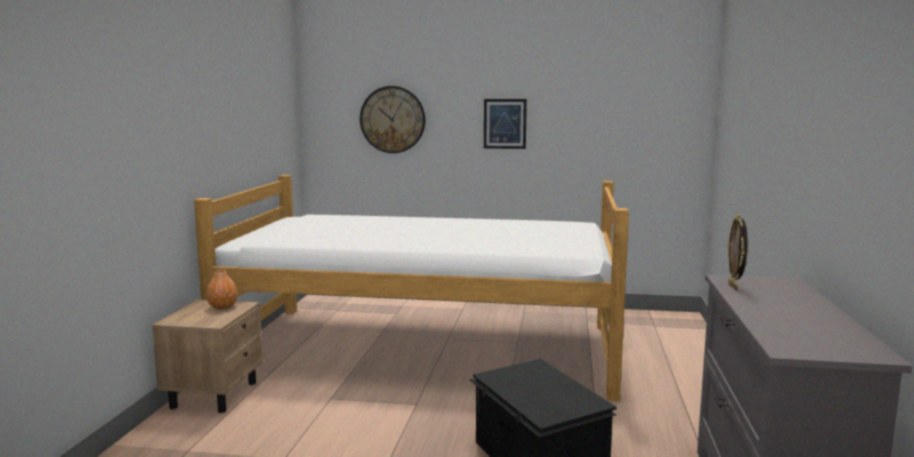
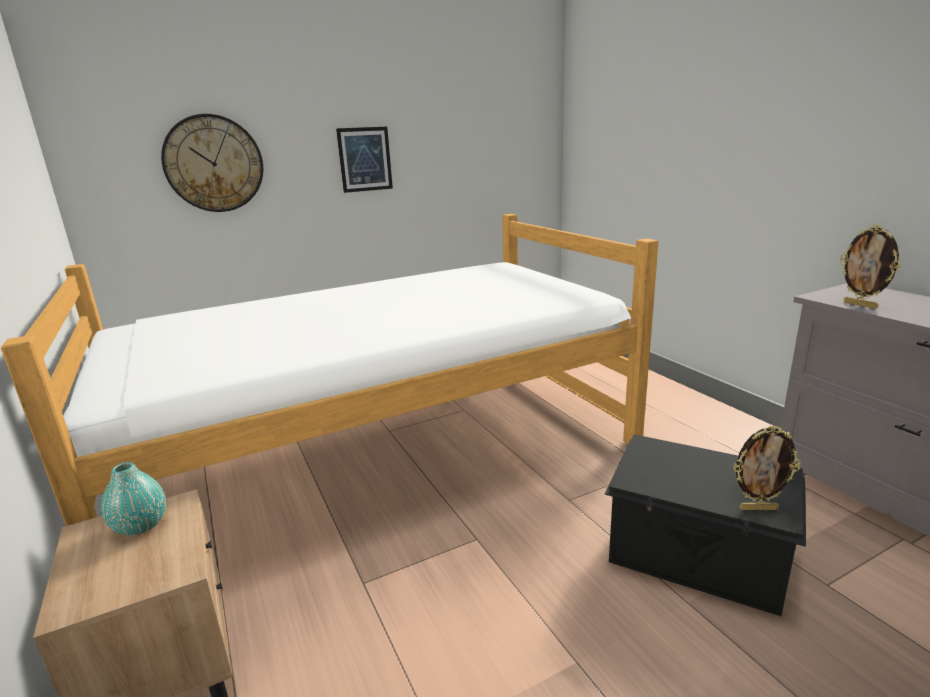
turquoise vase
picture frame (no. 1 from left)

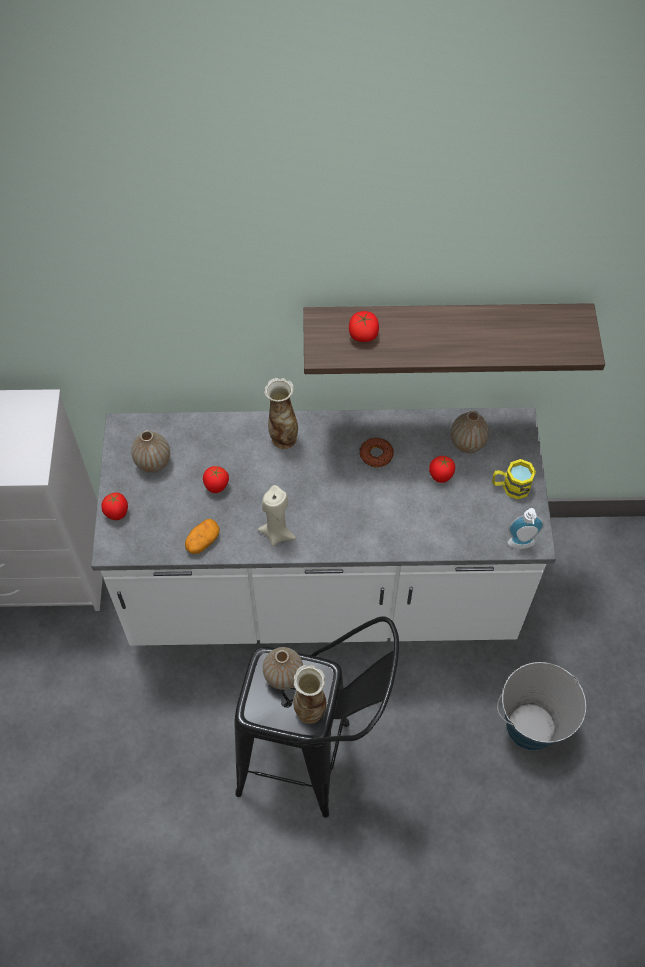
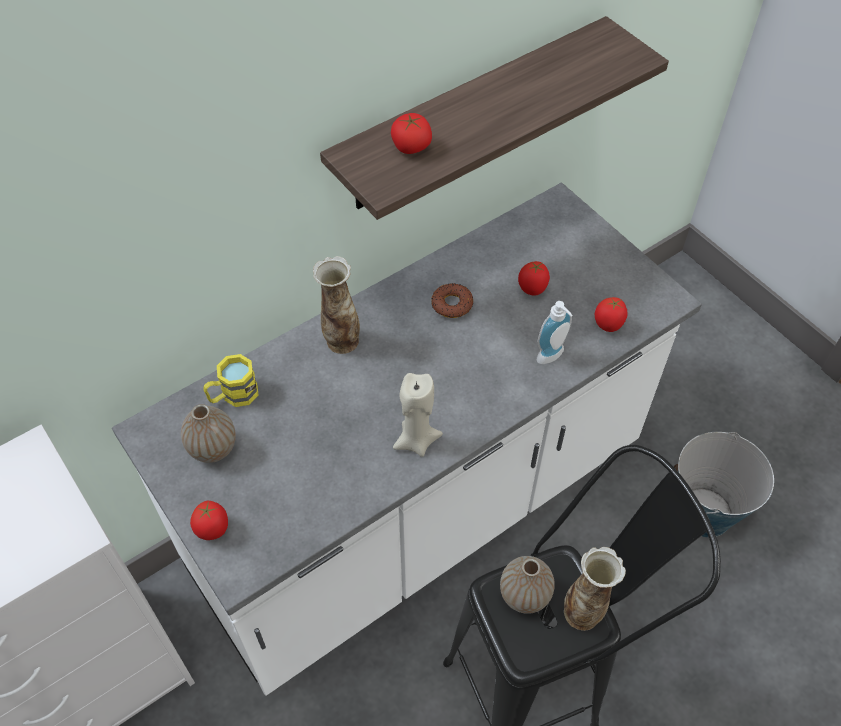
yellow mug
soap dispenser
tomato (no. 4 from left)
potato
vase (no. 5 from left in the first image)

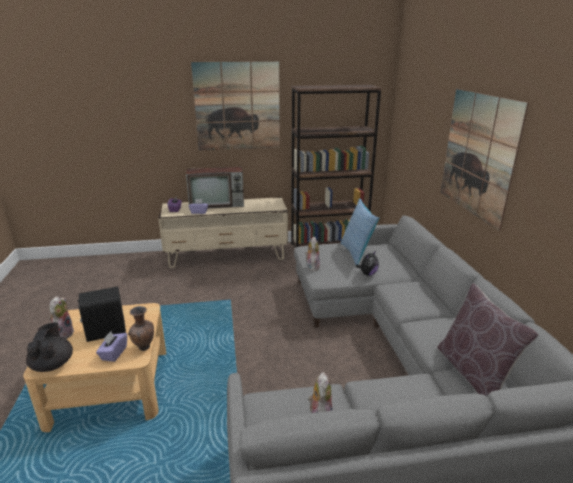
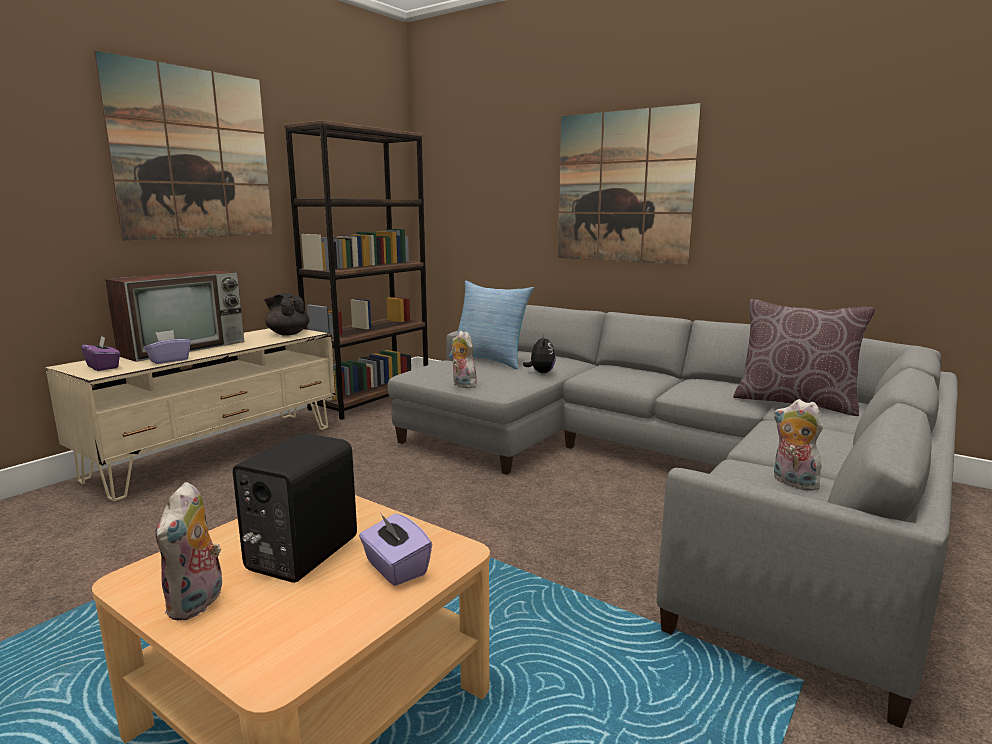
plush toy (no. 1 from left)
black teapot
brown vase

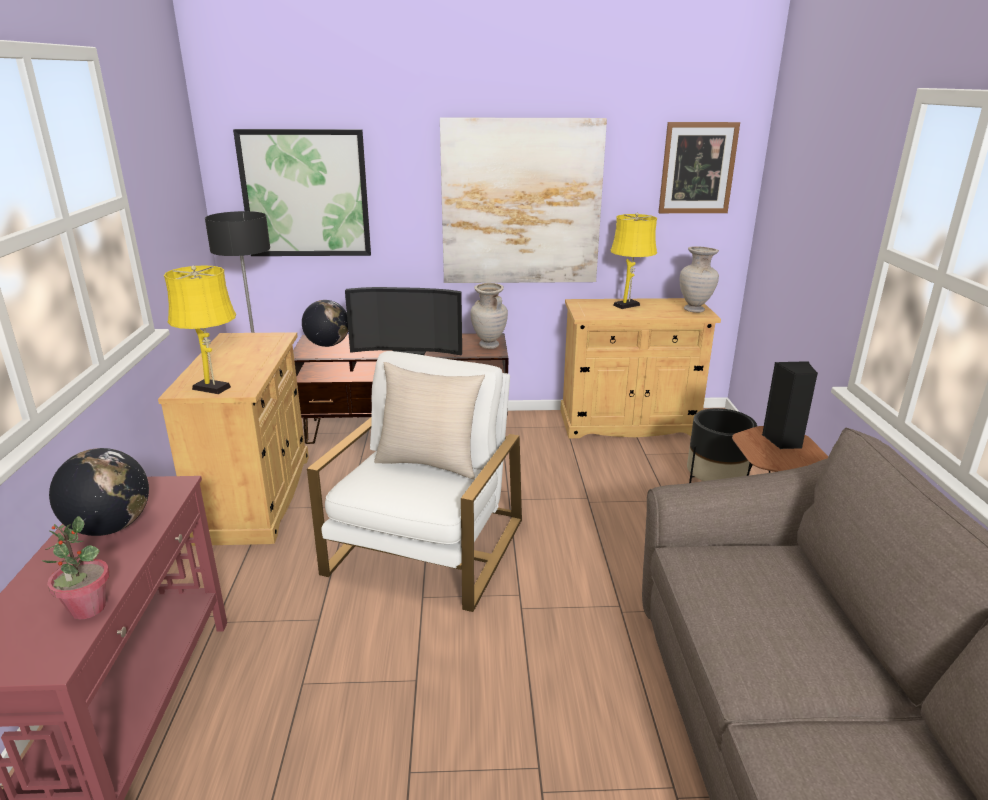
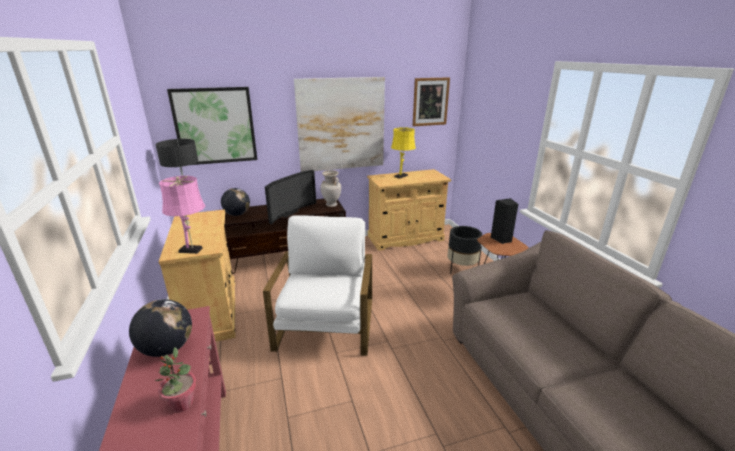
pink table lamp
television
beige pillow
beige vase (no. 2 from left in the first image)

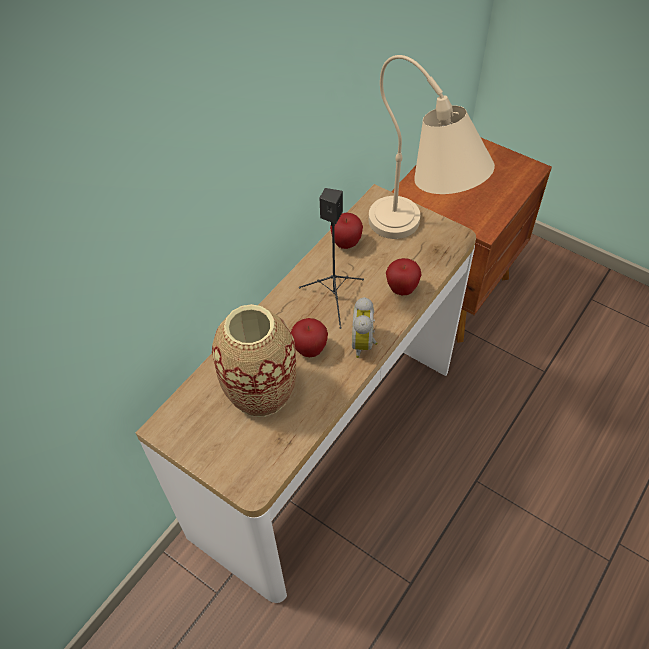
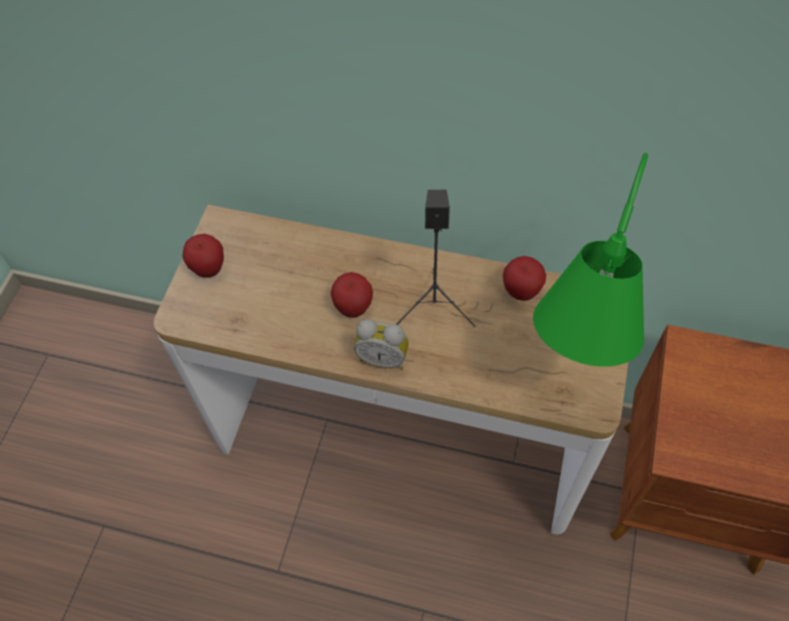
apple (no. 1 from left)
alarm clock
green table lamp
vase

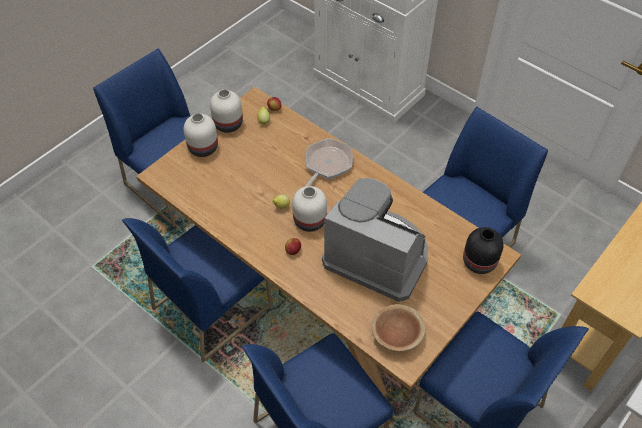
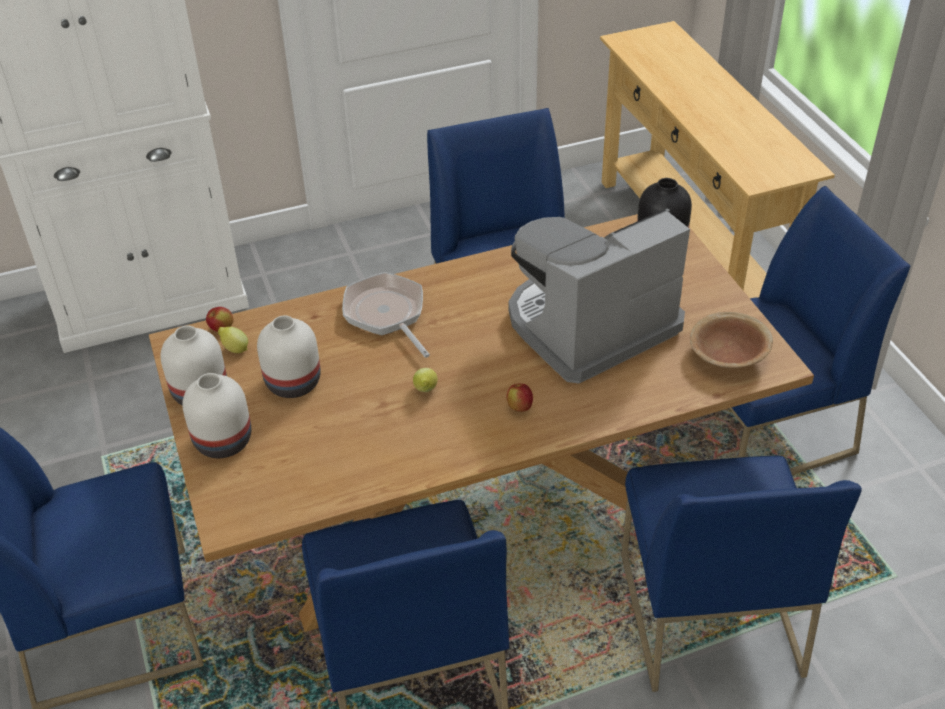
white vase (no. 3 from left)

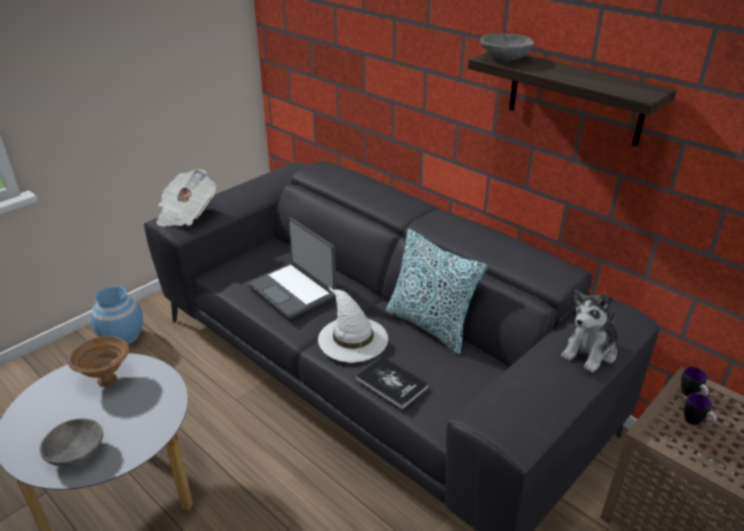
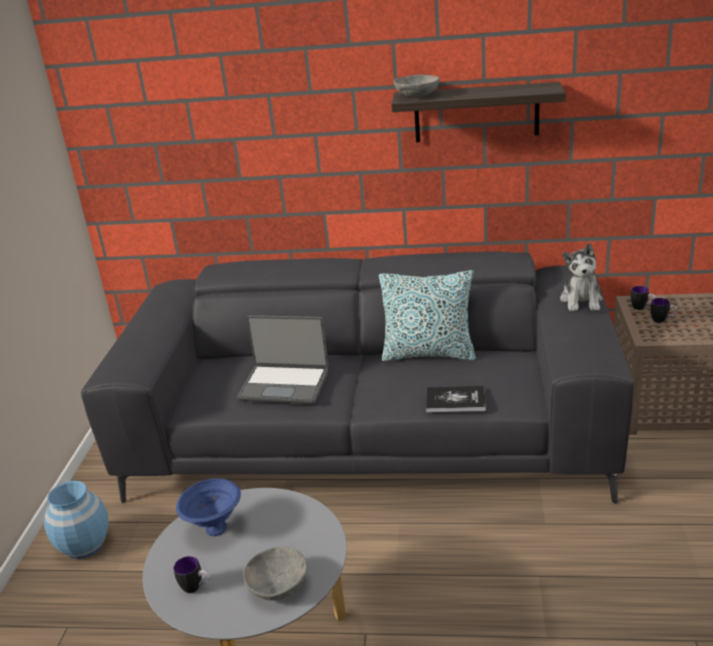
mug (no. 1 from left)
blue bowl
newspaper
white hat

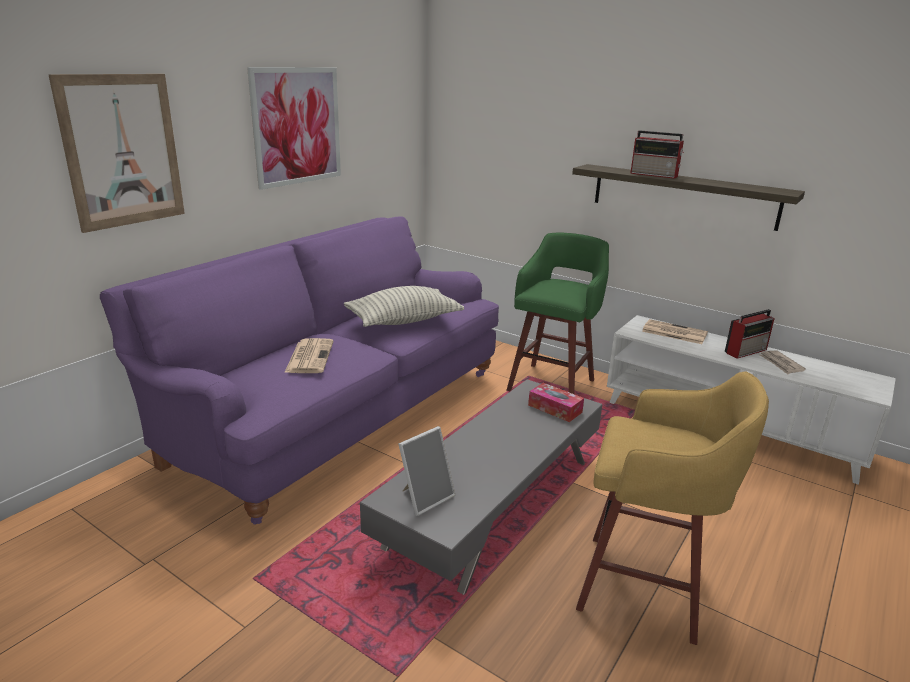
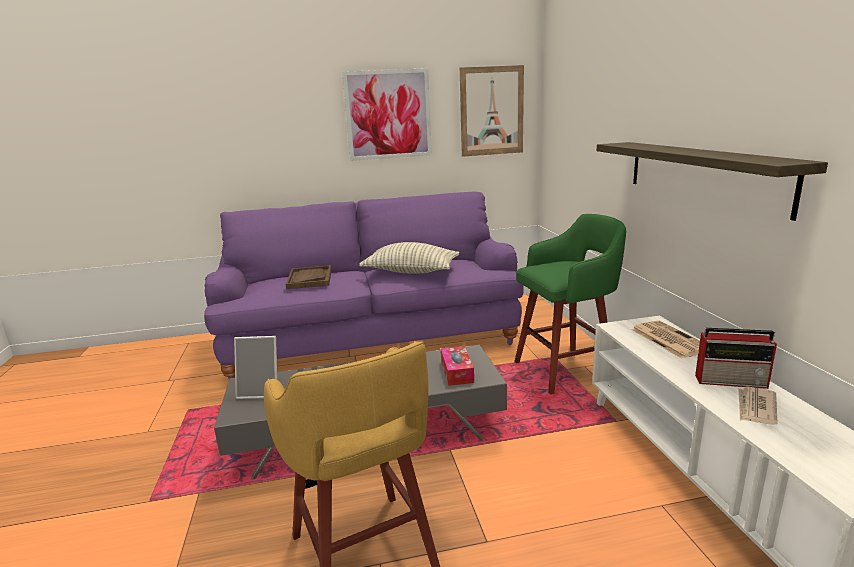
brown tray
picture (no. 2 from left)
radio (no. 1 from left in the first image)

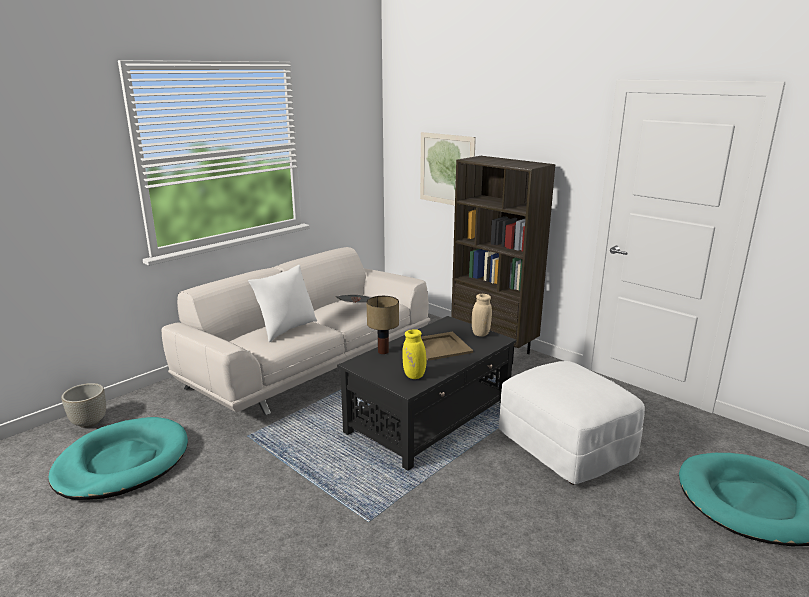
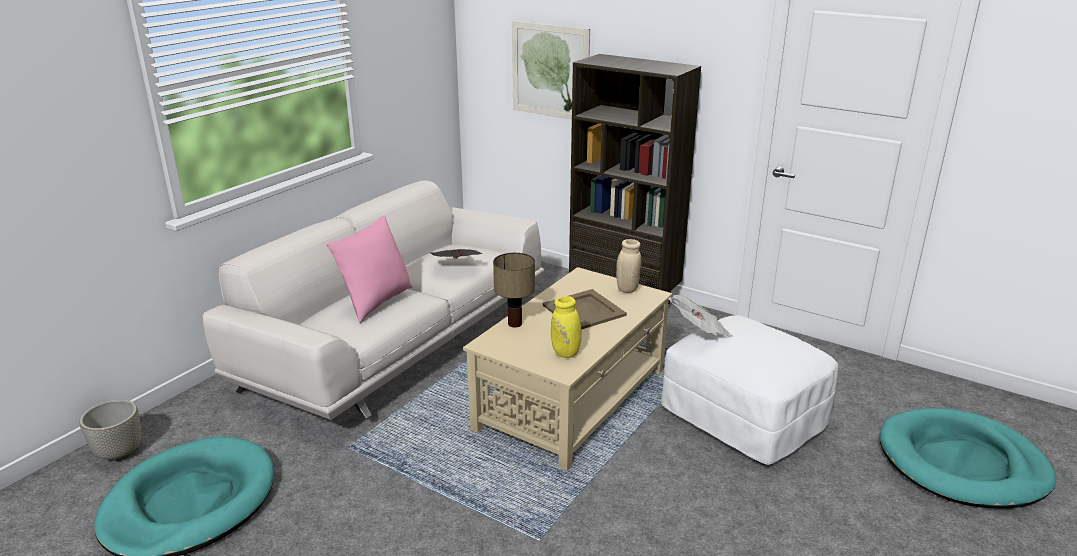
pink pillow
beige coffee table
newspaper (no. 2 from left)

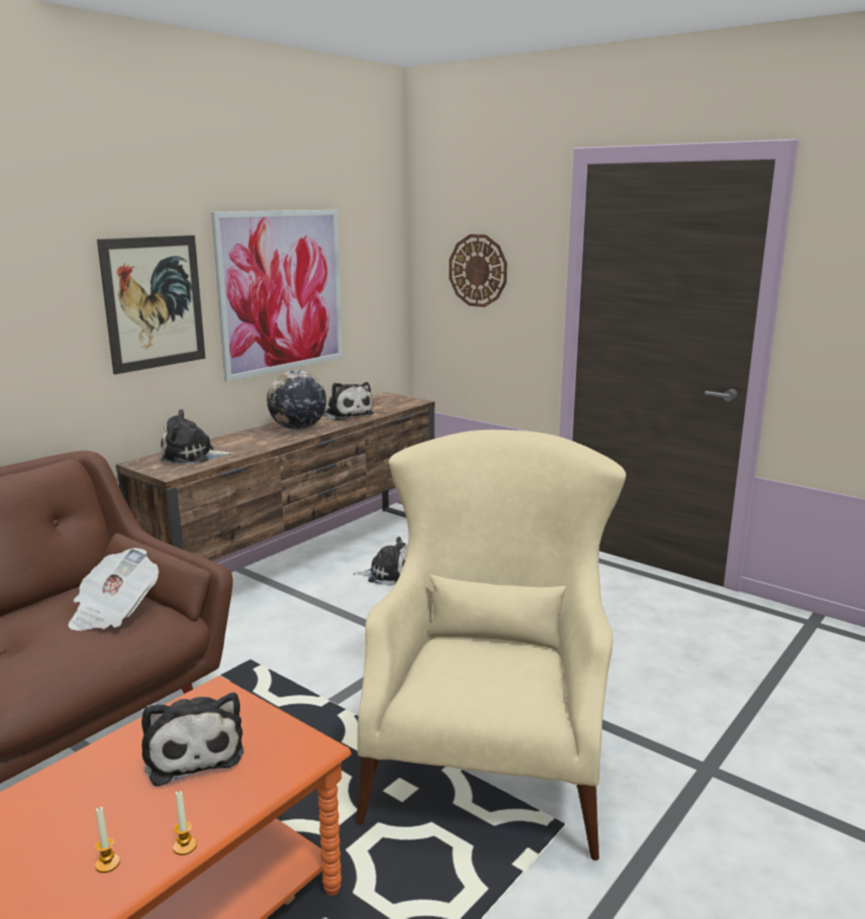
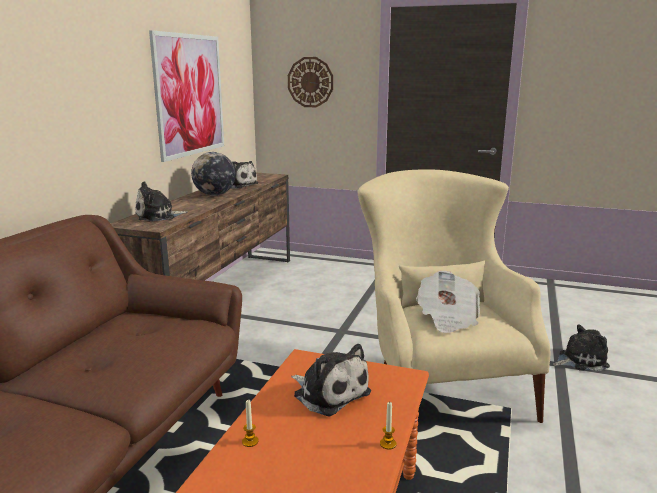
candle (no. 1 from left)
newspaper
plush toy (no. 4 from left)
picture (no. 1 from left in the first image)

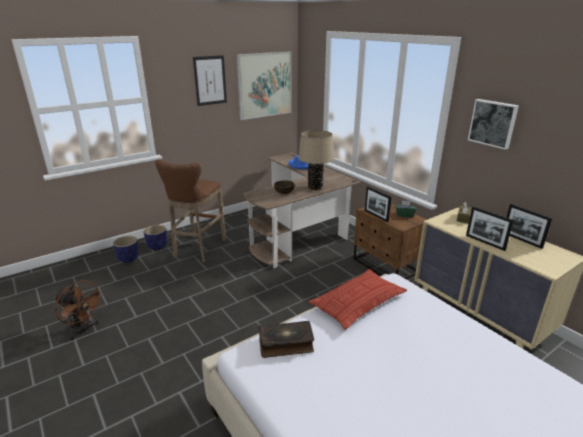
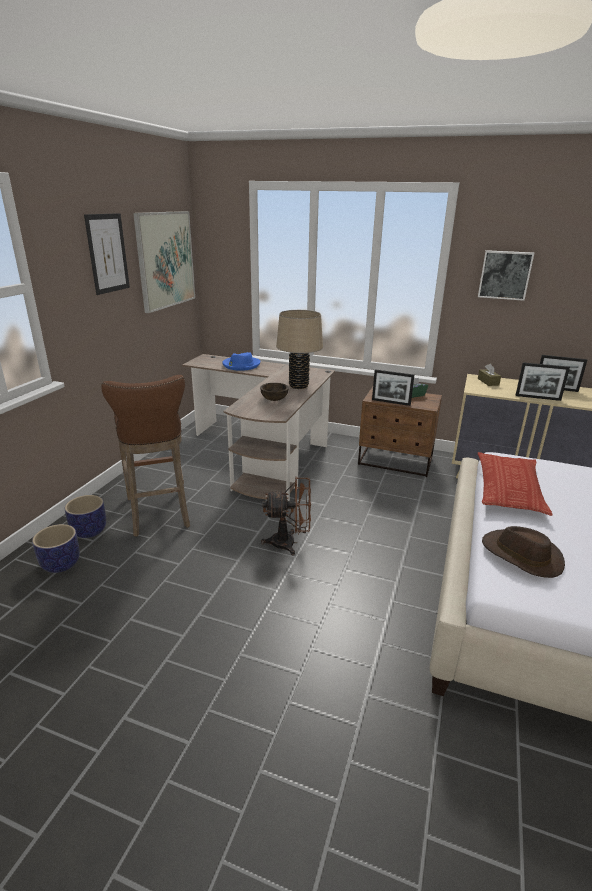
brown fan
brown hat

